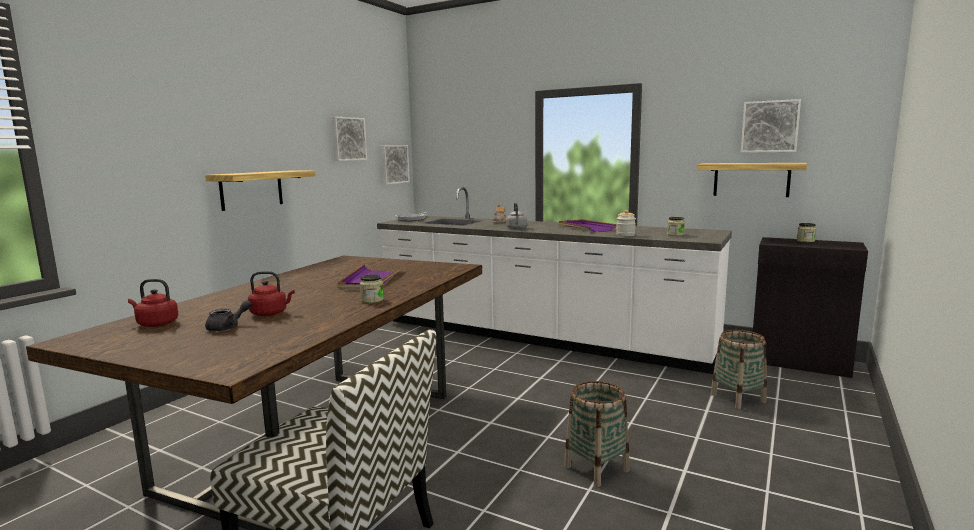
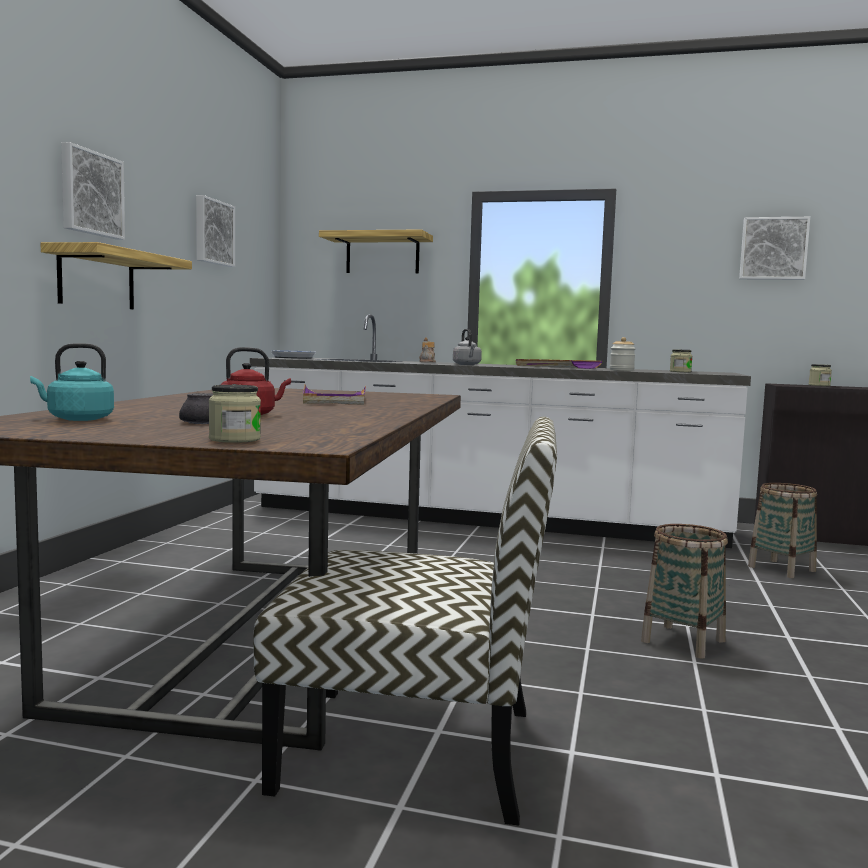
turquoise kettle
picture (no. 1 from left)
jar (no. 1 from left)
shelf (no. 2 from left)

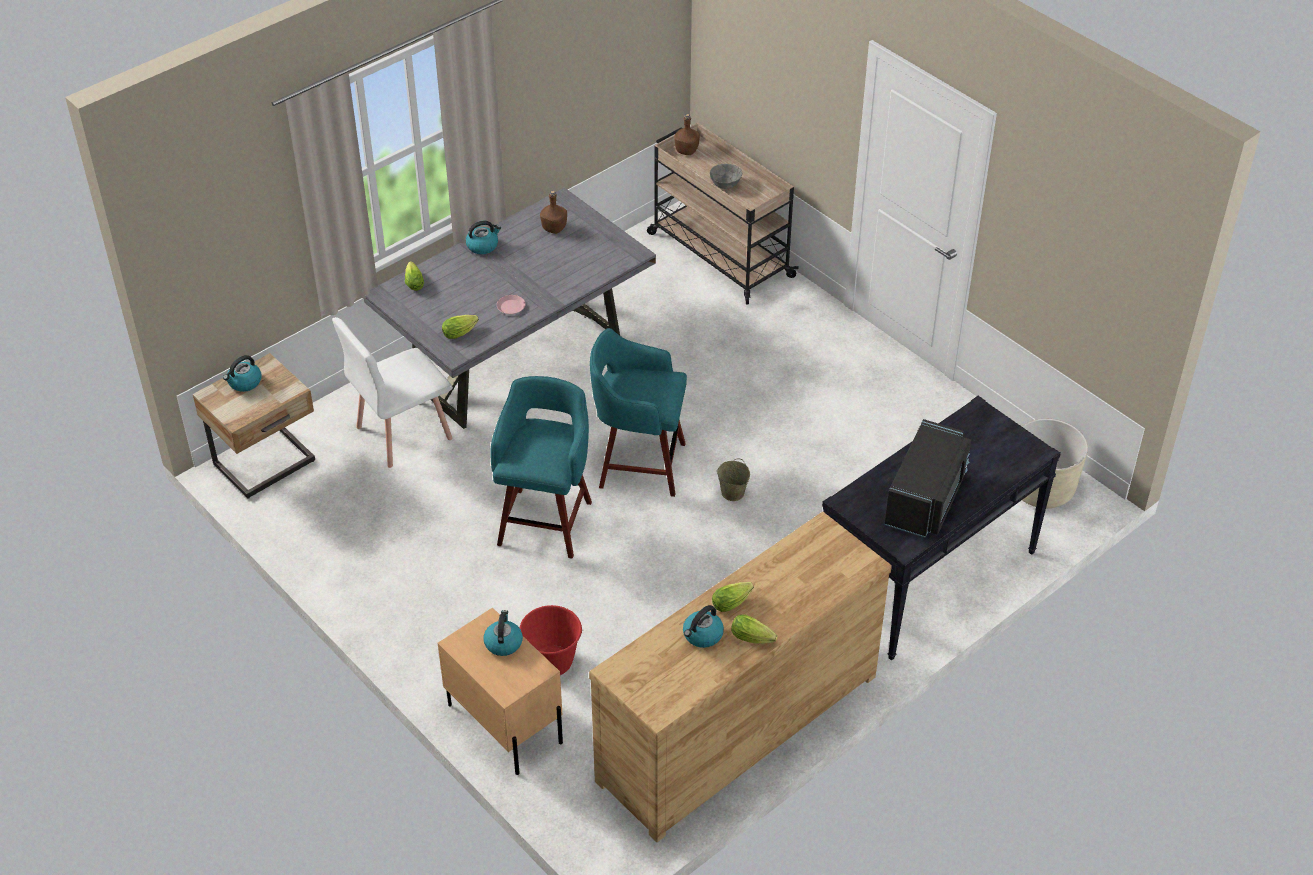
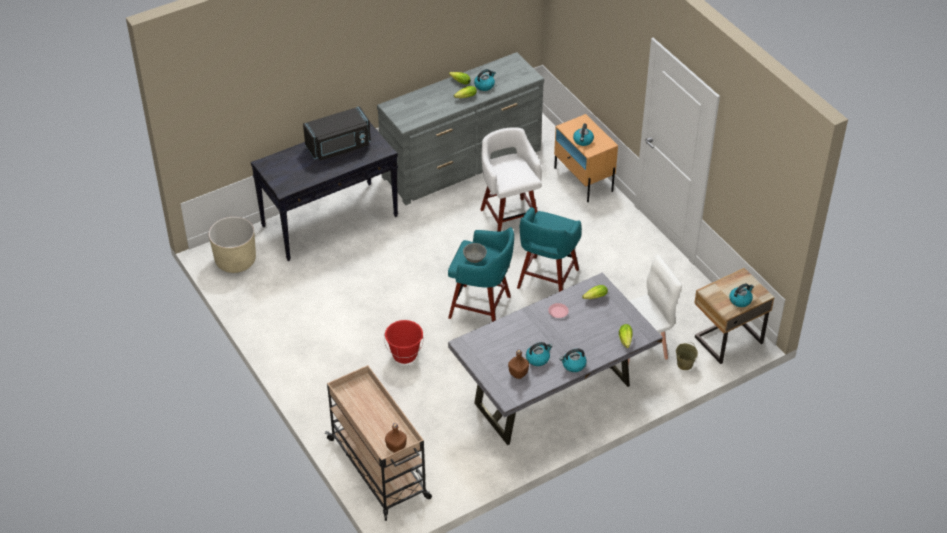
black microwave
grey dresser
red bucket
grey bowl
white stool
kettle (no. 2 from left)
beige bucket

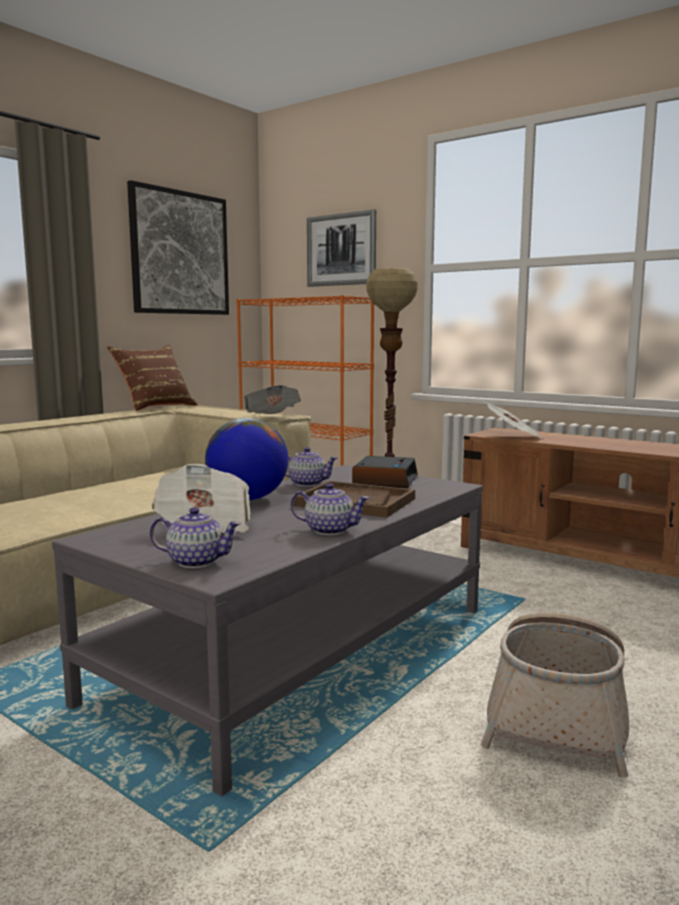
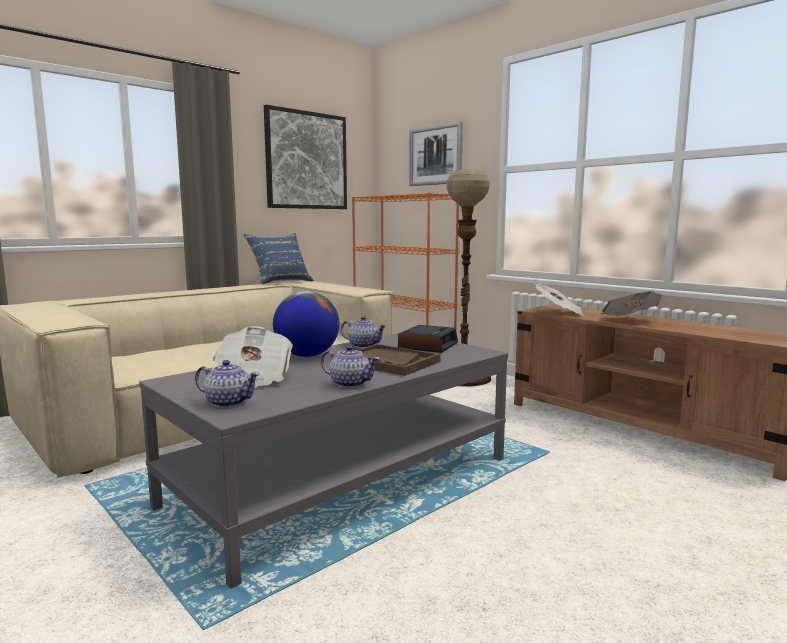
blue pillow
newspaper (no. 3 from left)
basket

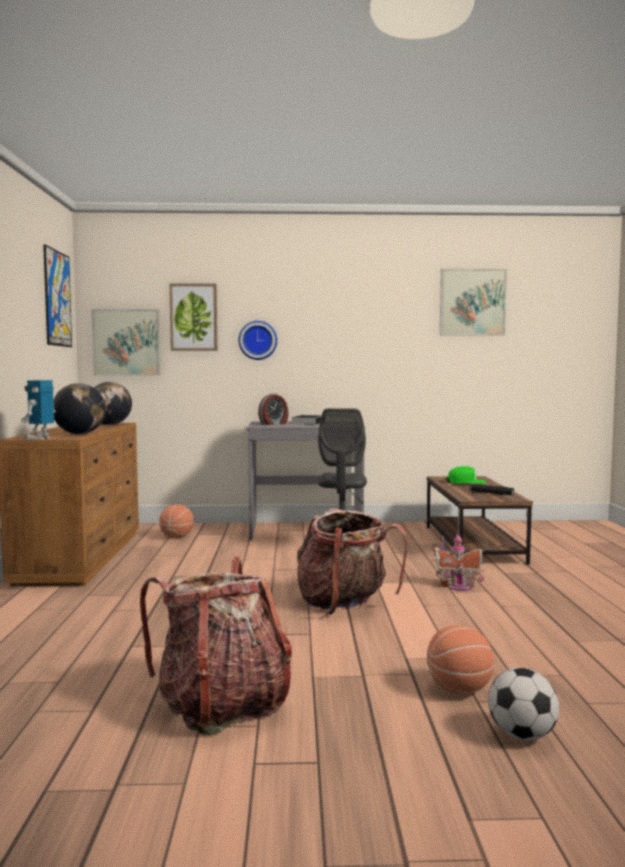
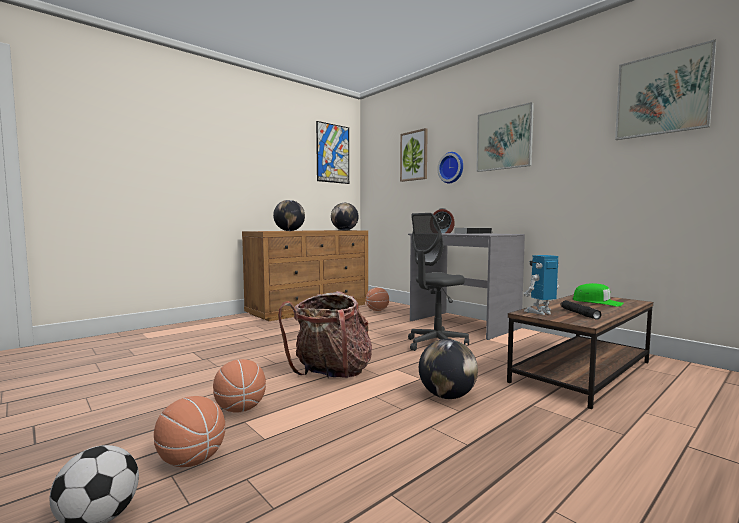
basketball (no. 2 from left)
globe (no. 3 from left)
picture (no. 3 from left)
toy robot
backpack (no. 1 from left in the first image)

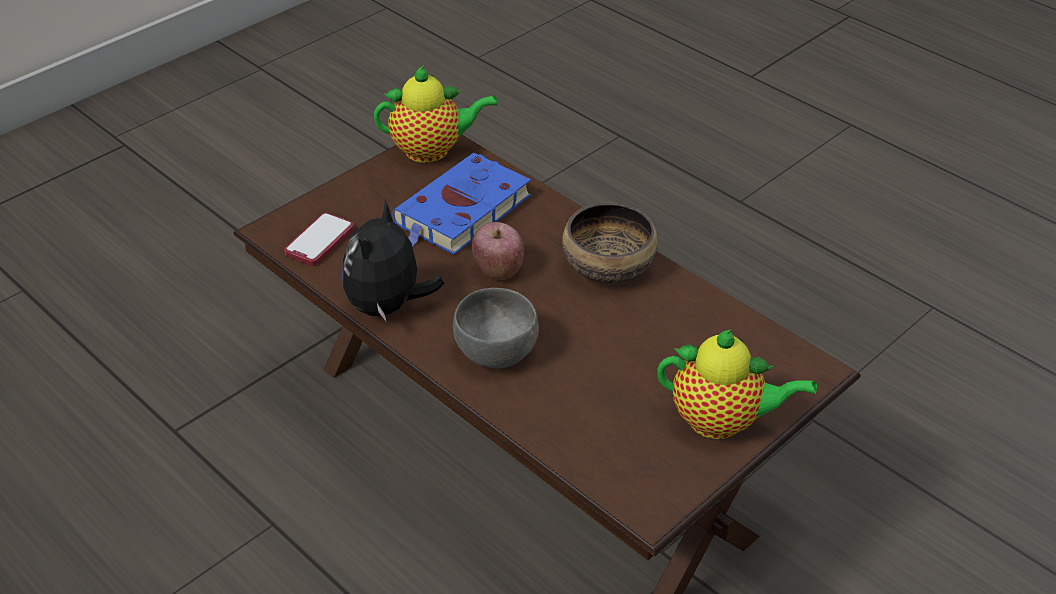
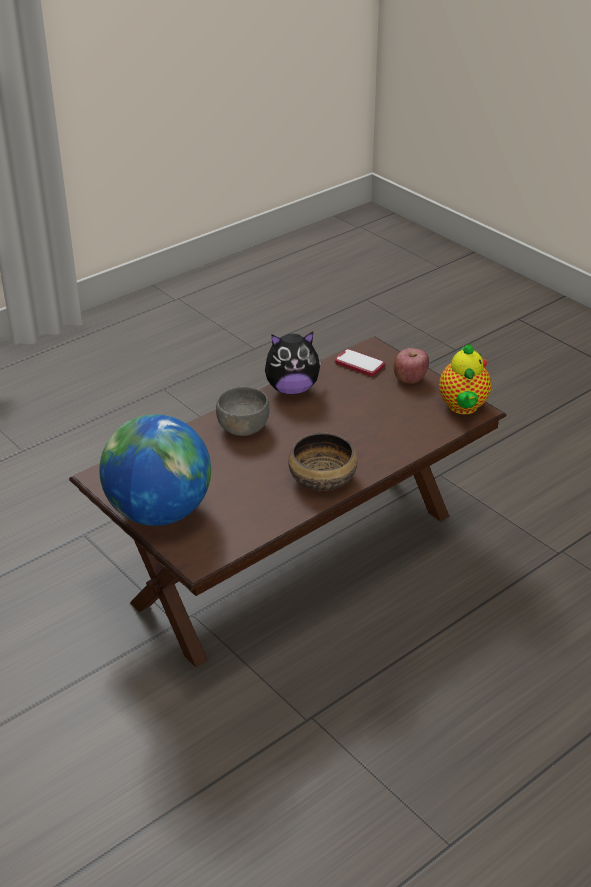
globe
plush toy
apple
blue book

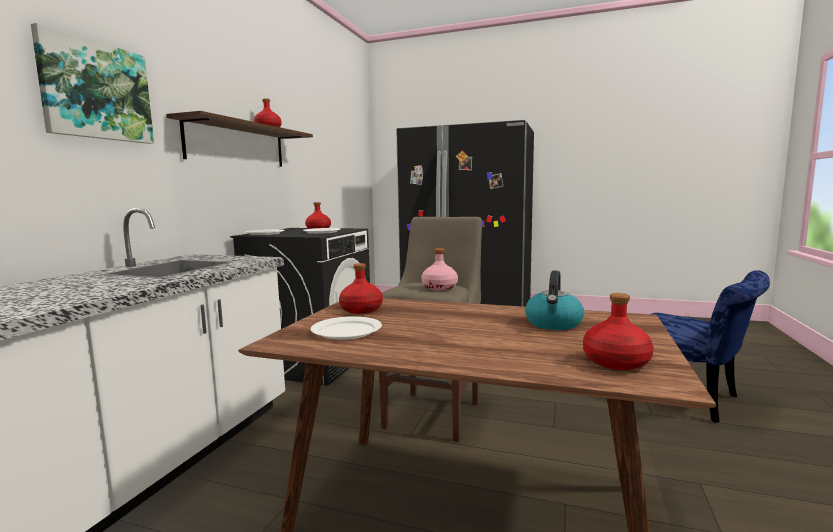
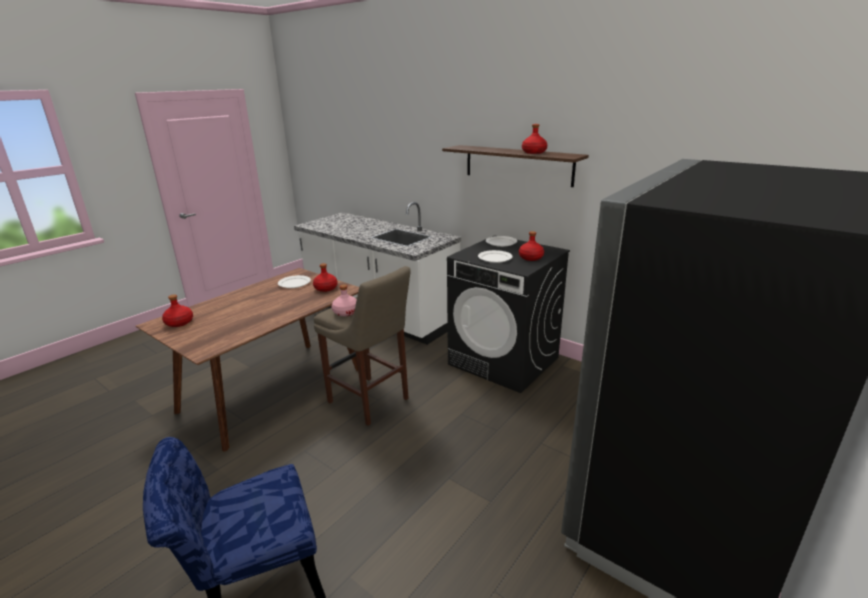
picture
kettle

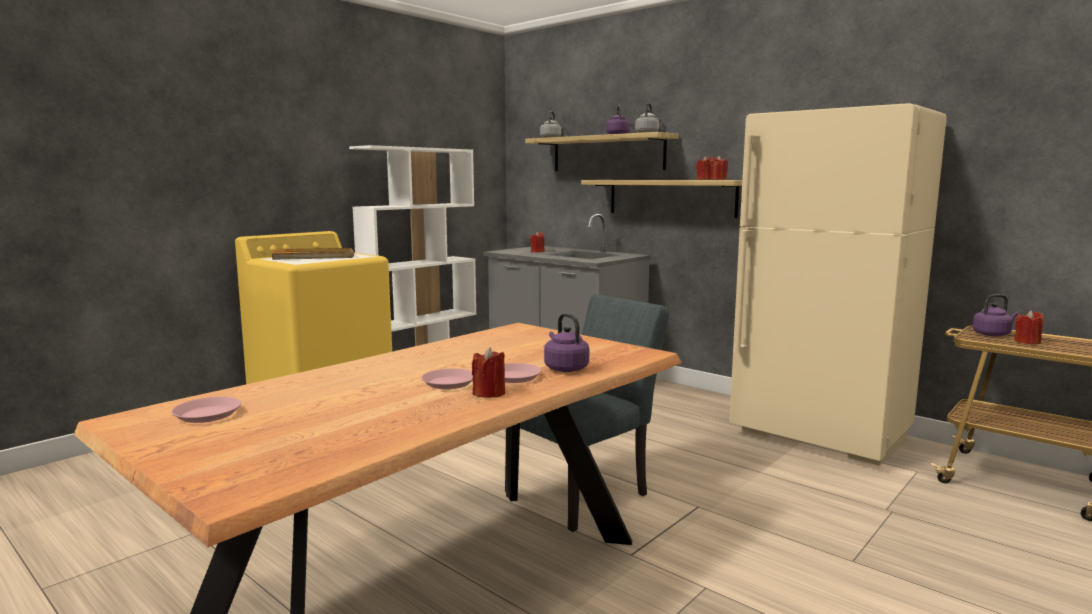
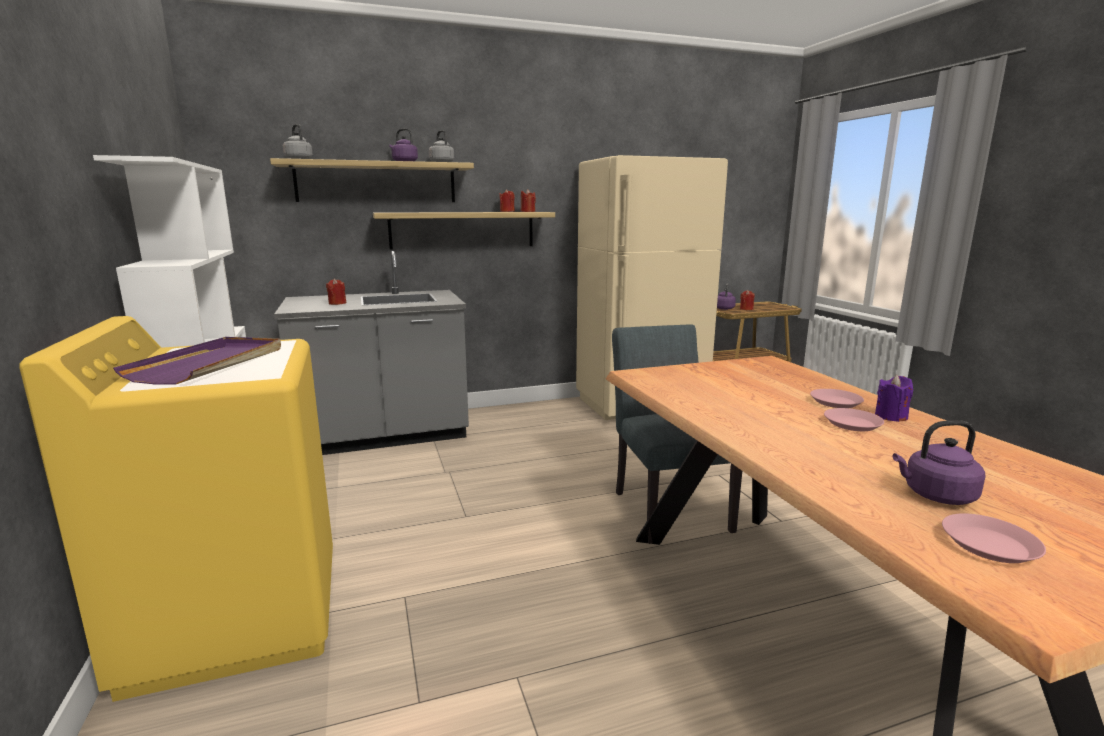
purple tray
purple candle
purple kettle (no. 3 from left)

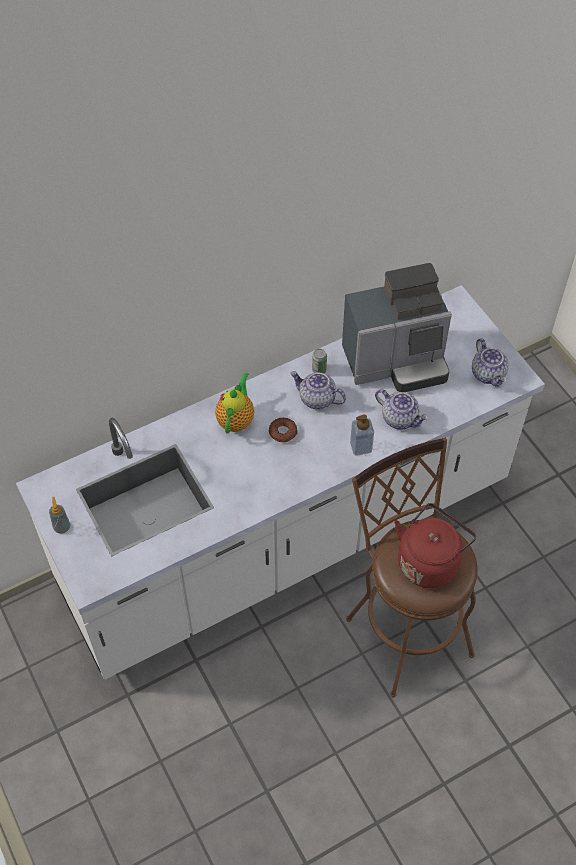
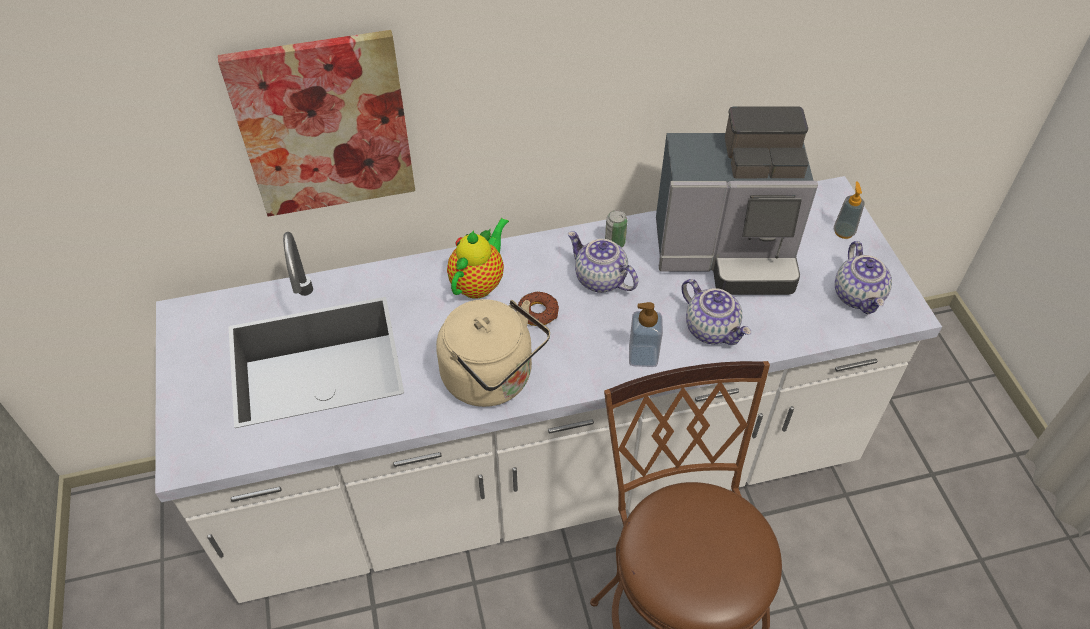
picture
beige kettle
soap dispenser (no. 2 from left)
red kettle

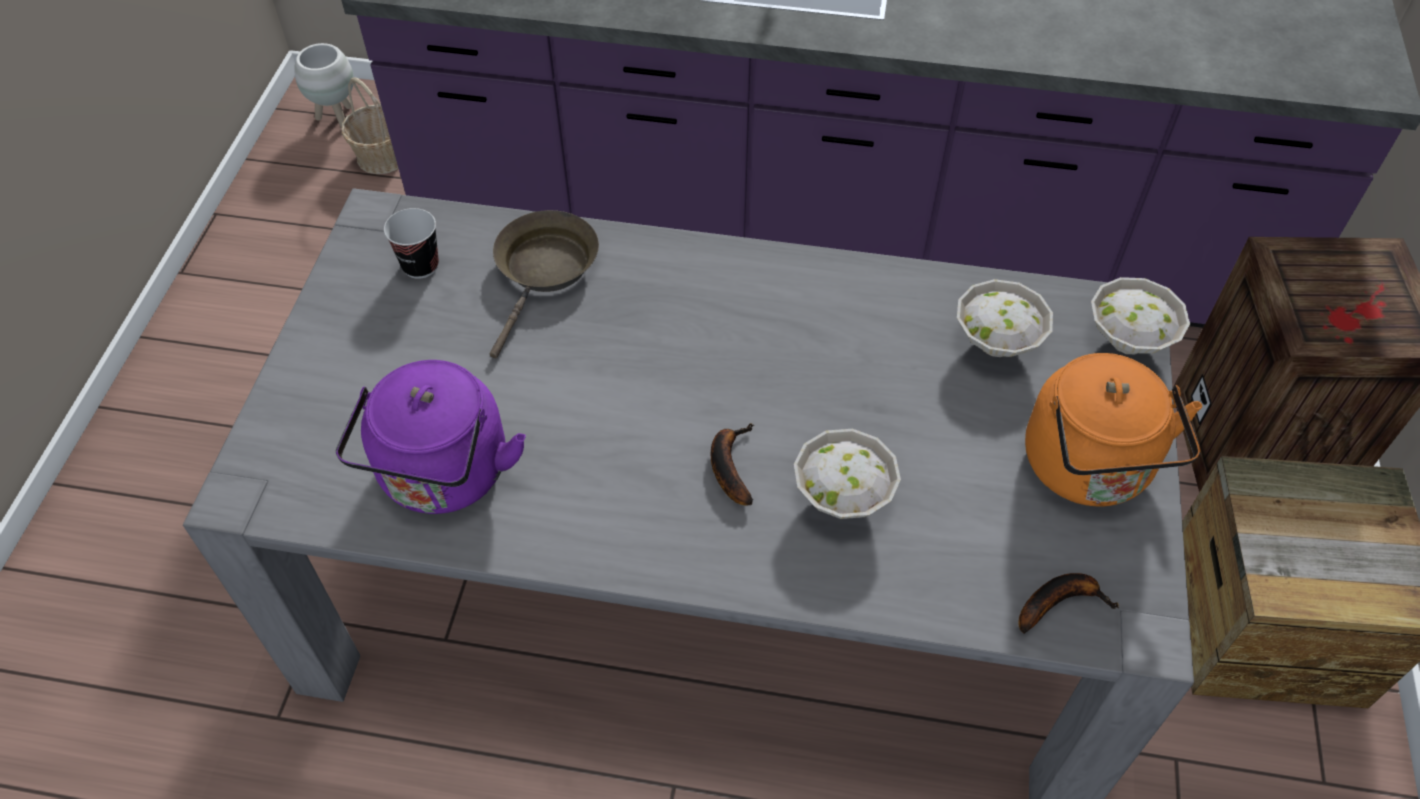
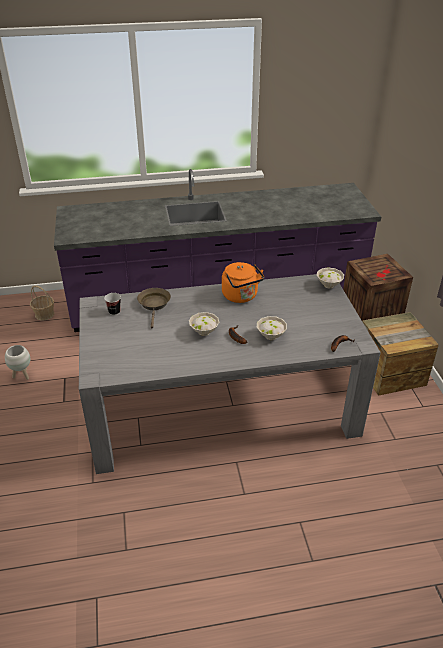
white planter
white bowl (no. 1 from left)
orange kettle
purple kettle

